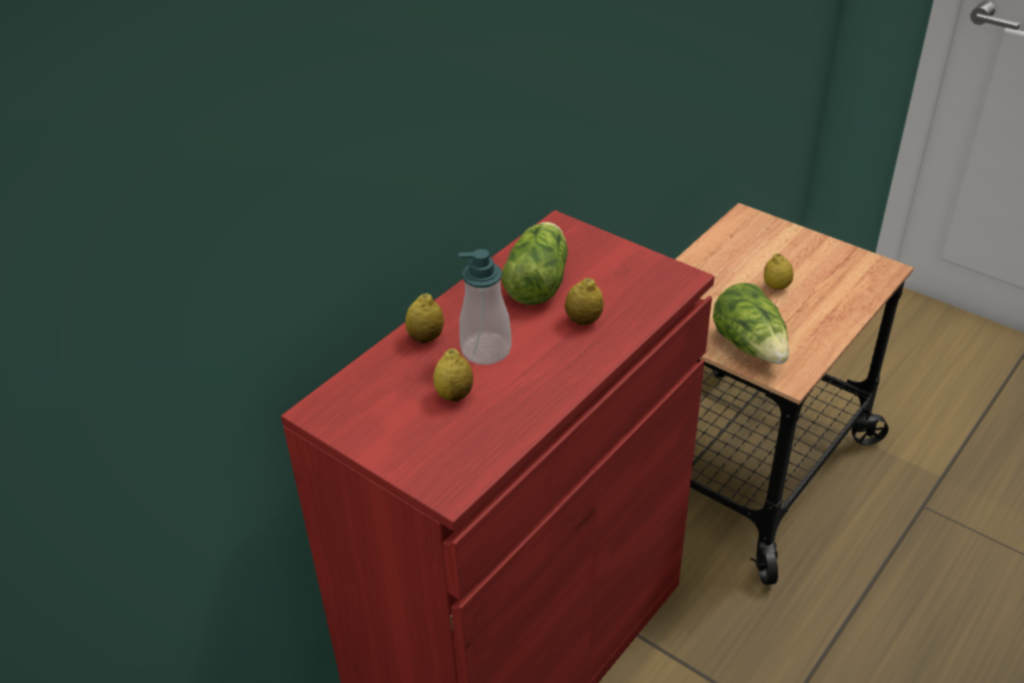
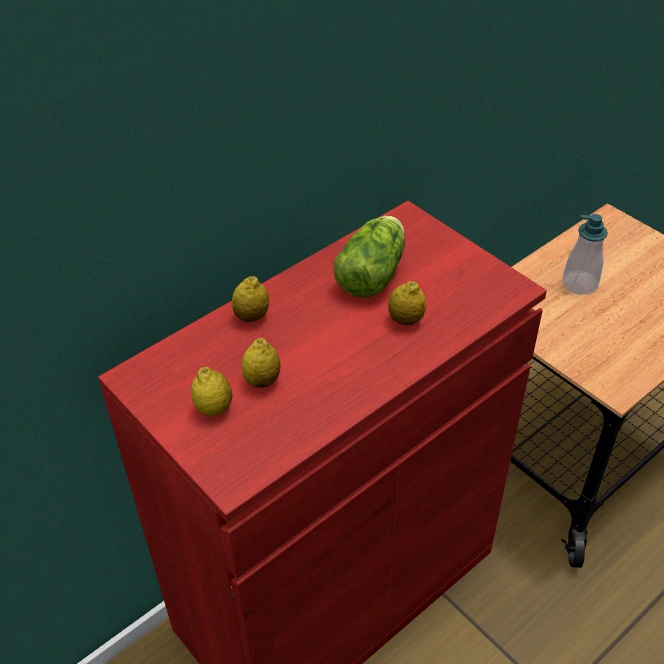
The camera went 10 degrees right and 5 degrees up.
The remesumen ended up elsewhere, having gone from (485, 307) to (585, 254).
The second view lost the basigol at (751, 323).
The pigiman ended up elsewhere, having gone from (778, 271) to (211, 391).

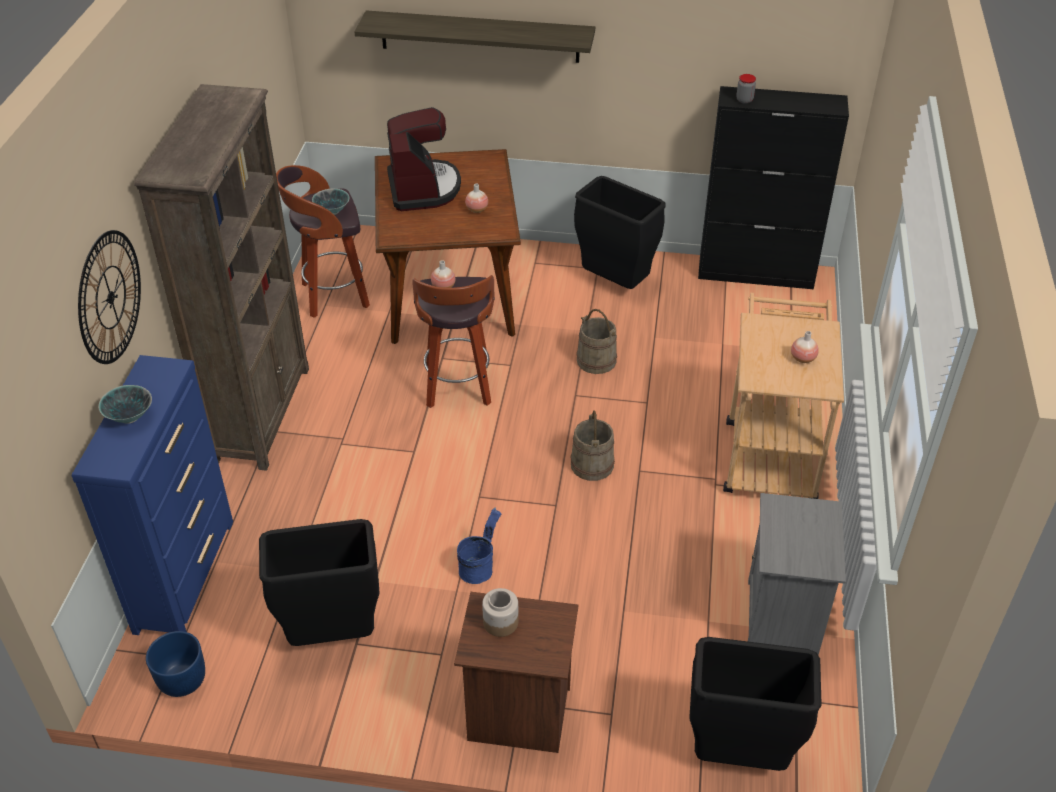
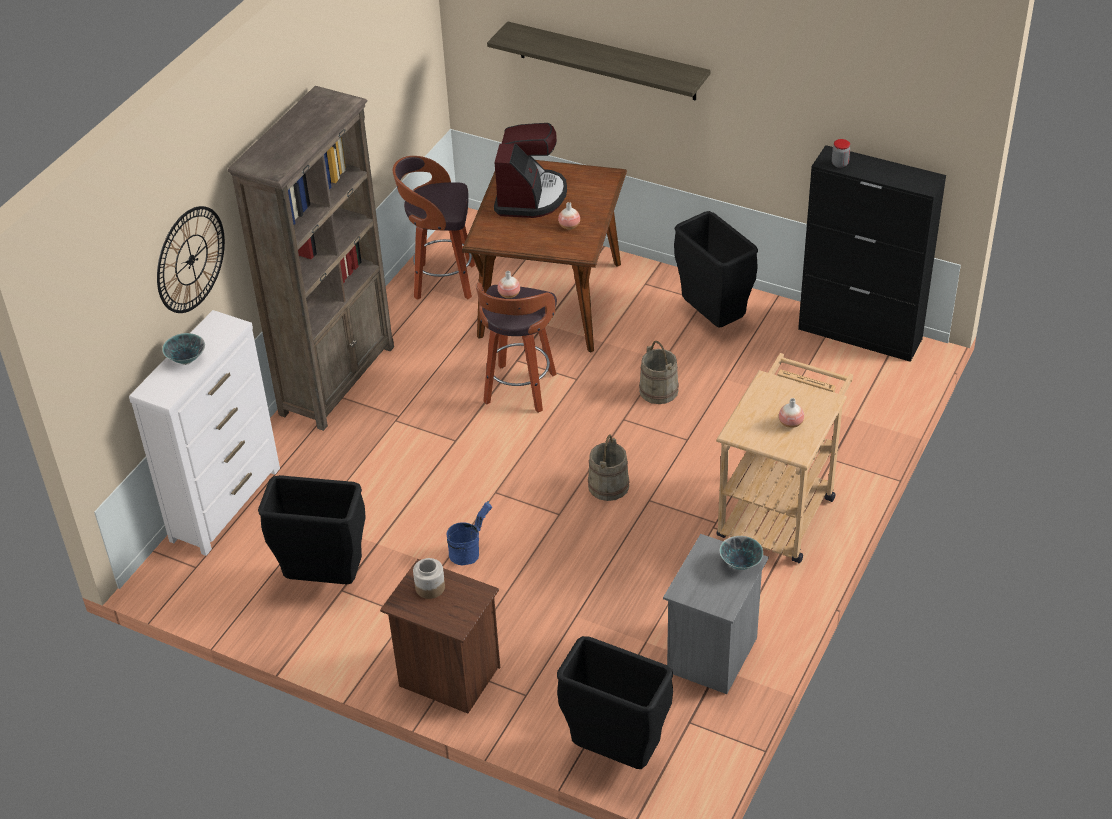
The camera went 20 degrees right and 0 degrees up.
What was the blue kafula at (152, 495) turned into the white kafula at (204, 433).
The second view lost the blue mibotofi at (175, 664).
The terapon ended up elsewhere, having gone from (330, 201) to (741, 553).

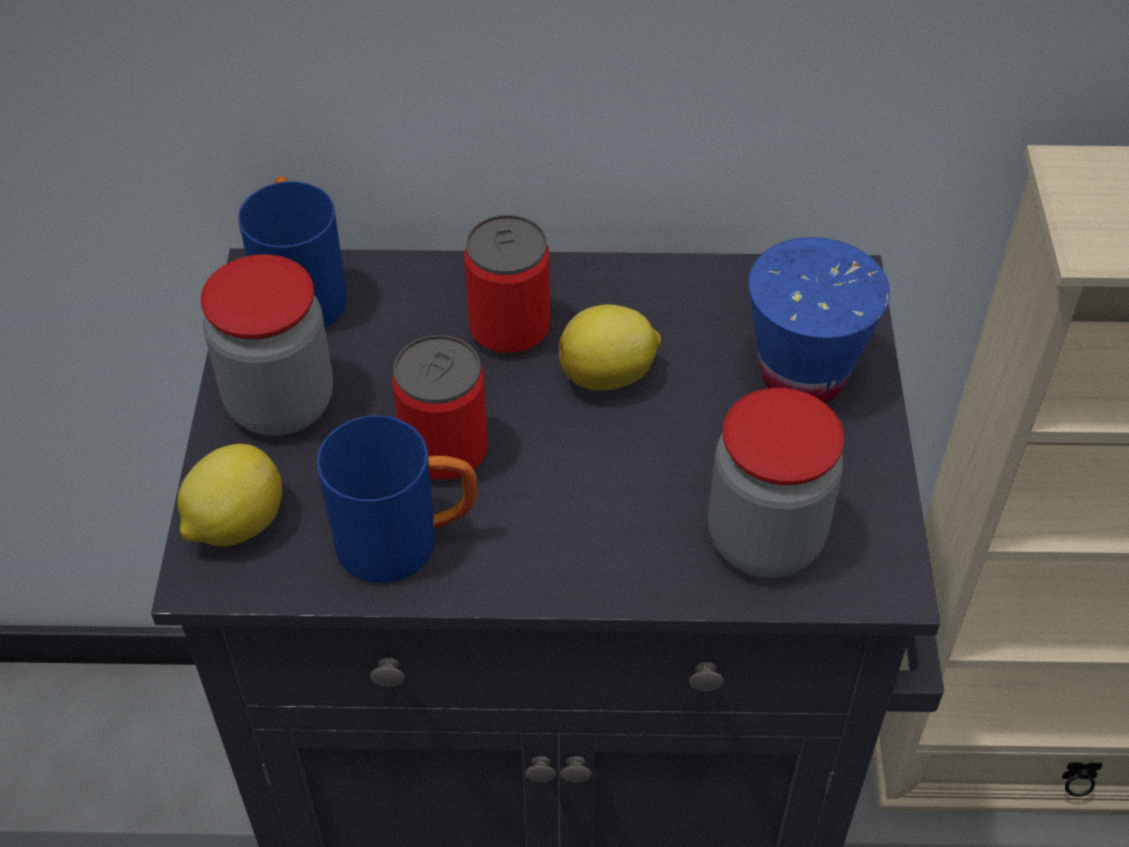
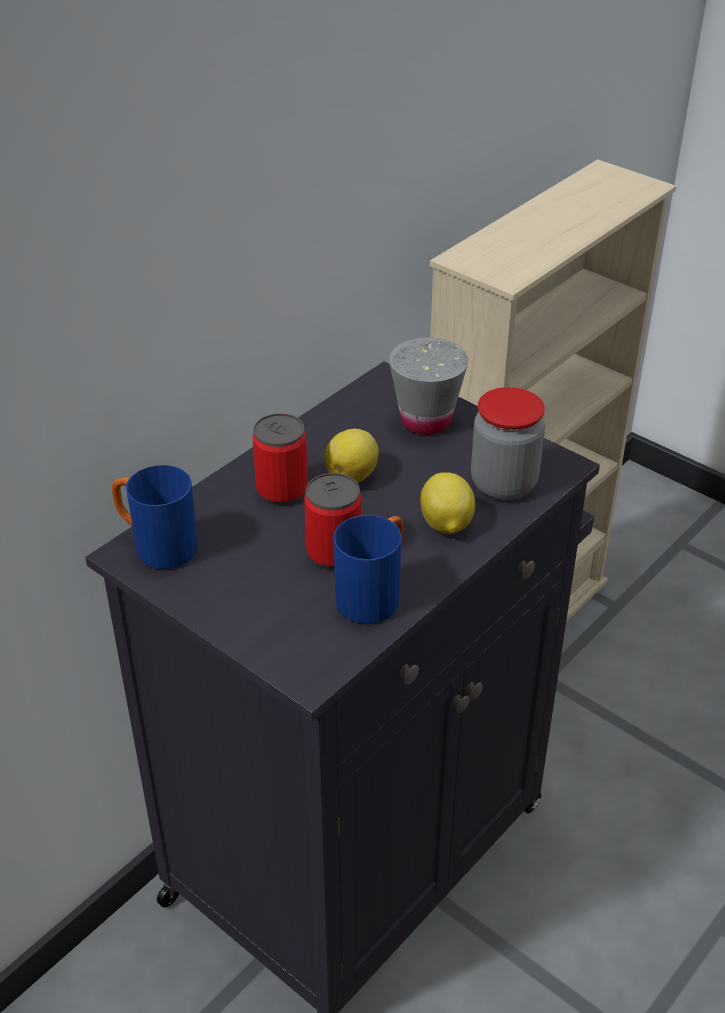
The camera went 50 degrees left and 10 degrees down.
The pigiman ended up elsewhere, having gone from (229, 495) to (447, 503).
The second view lost the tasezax at (267, 345).
What was the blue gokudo at (819, 320) turned into the grey gokudo at (429, 386).

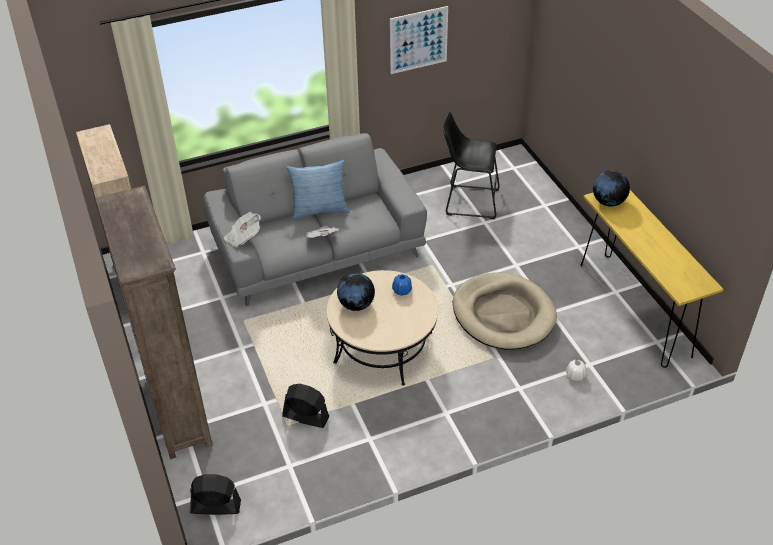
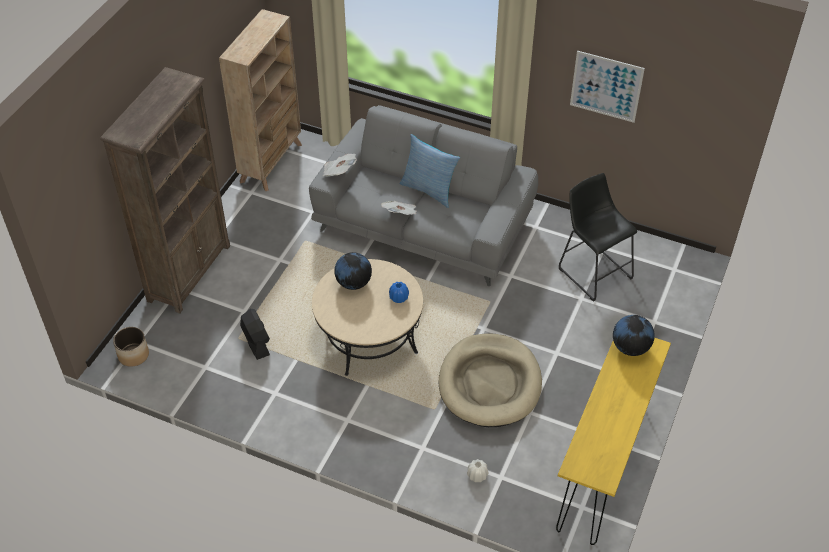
The camera went 45 degrees right and 5 degrees up.
Where the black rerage stood at (215, 494), the mibotofi came to stand at (131, 347).

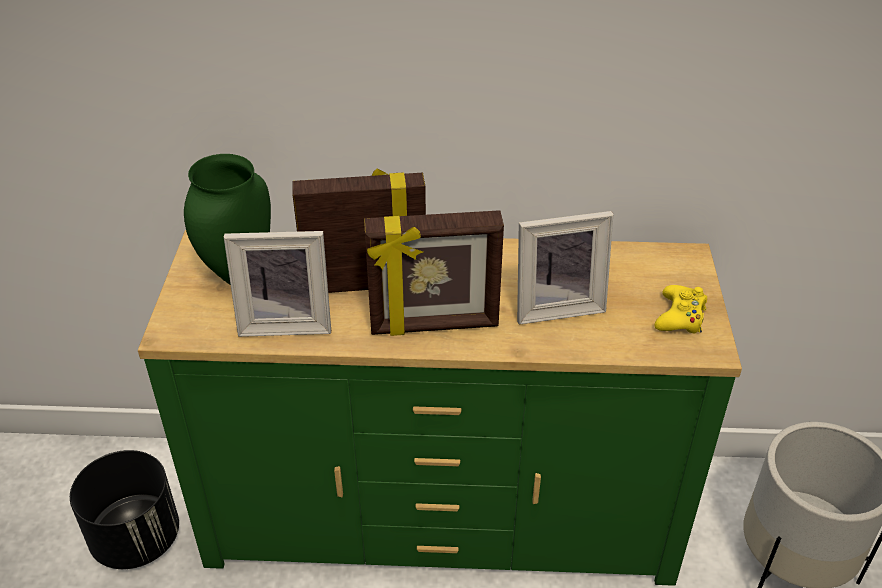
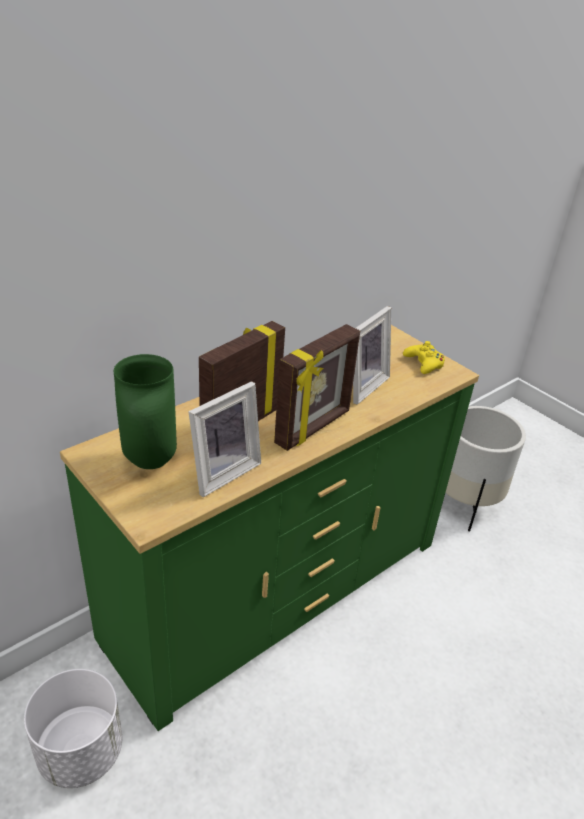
The camera went 45 degrees left and 5 degrees down.
What was the black mibotofi at (124, 509) turned into the white mibotofi at (73, 728).

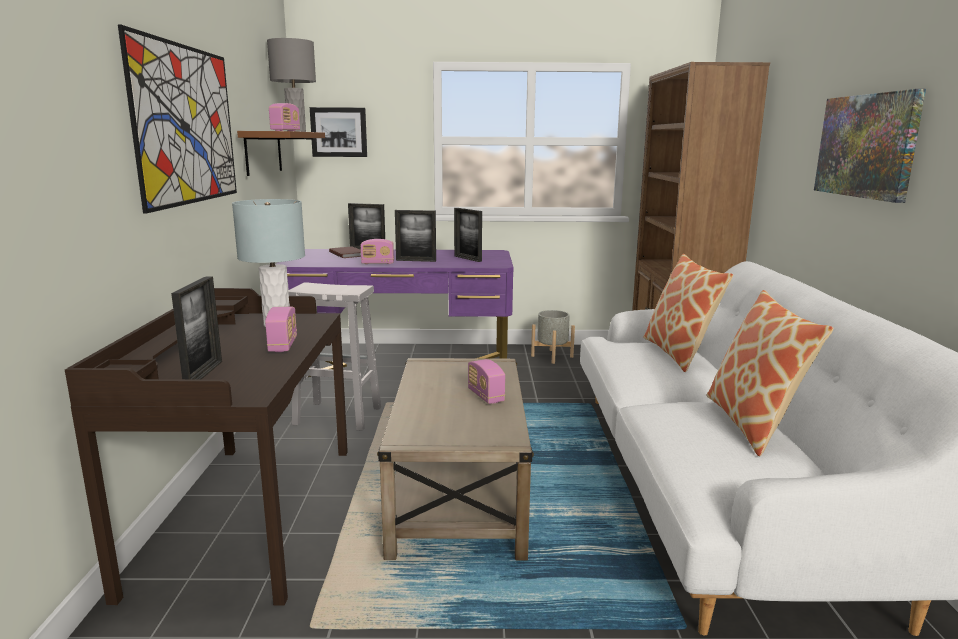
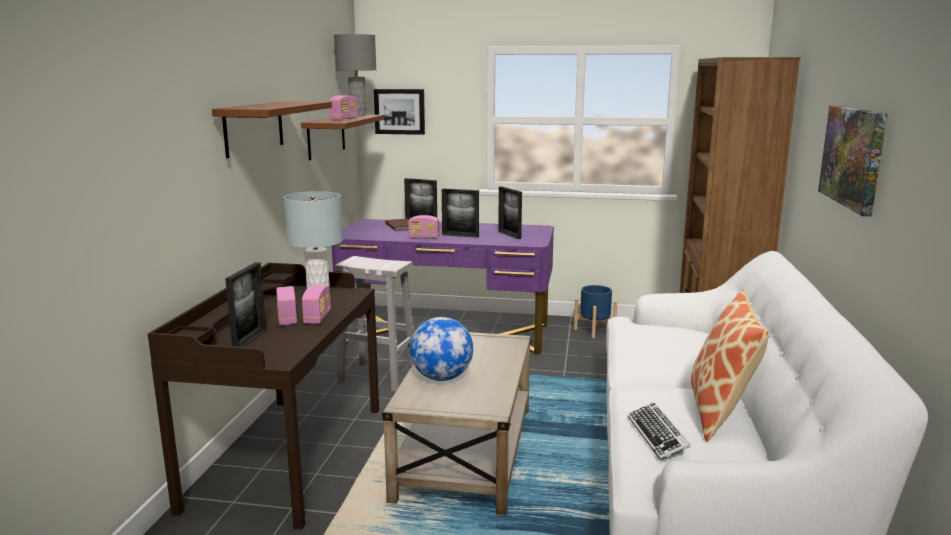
The camera went 10 degrees right and 0 degrees up.
Where the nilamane hung at (177, 119), the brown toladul came to hang at (272, 129).
The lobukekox ended up elsewhere, having gone from (486, 381) to (286, 305).
What was the grey mibotofi at (553, 337) turned into the blue mibotofi at (595, 311).
The second view lost the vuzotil at (688, 313).
The second view gained the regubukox at (441, 349).
The second view gained the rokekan at (659, 431).

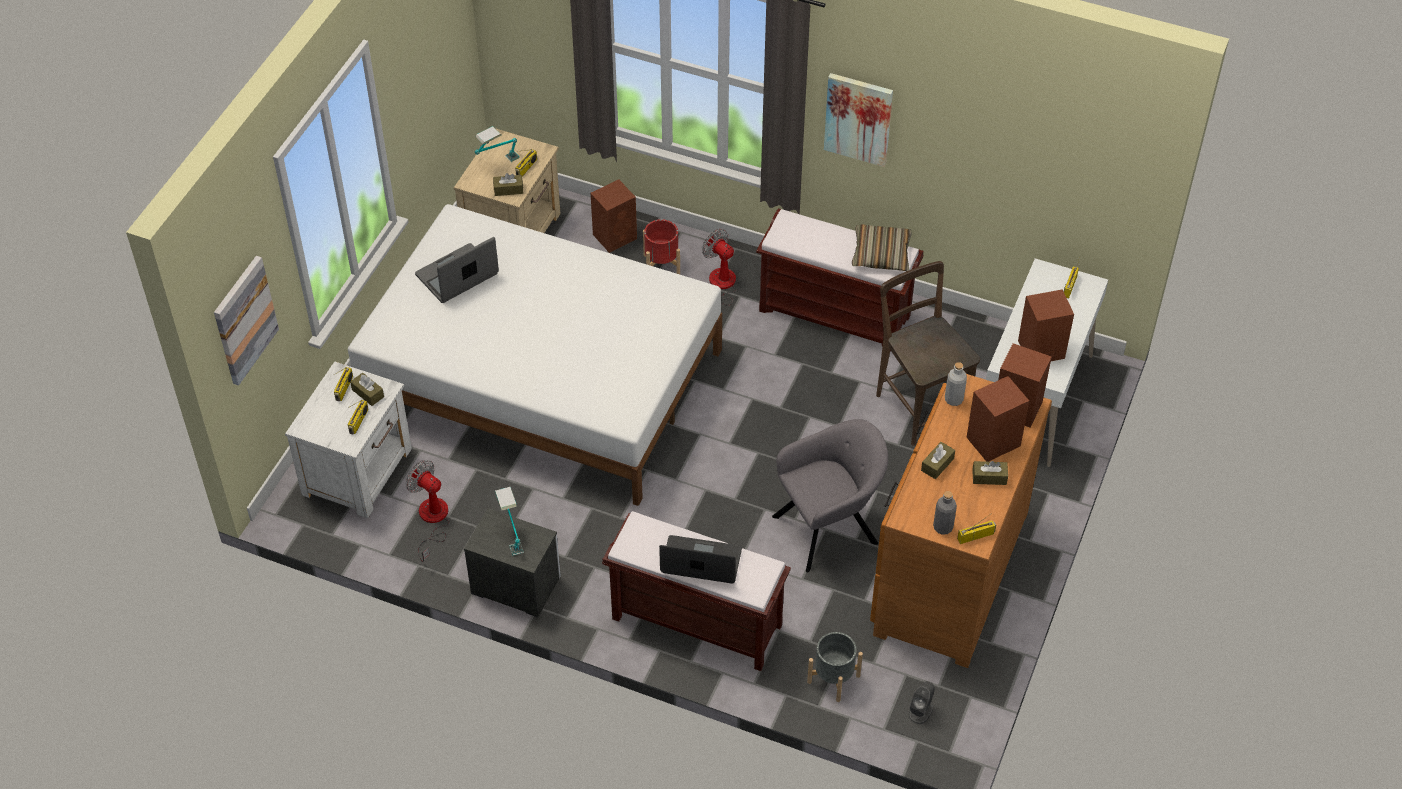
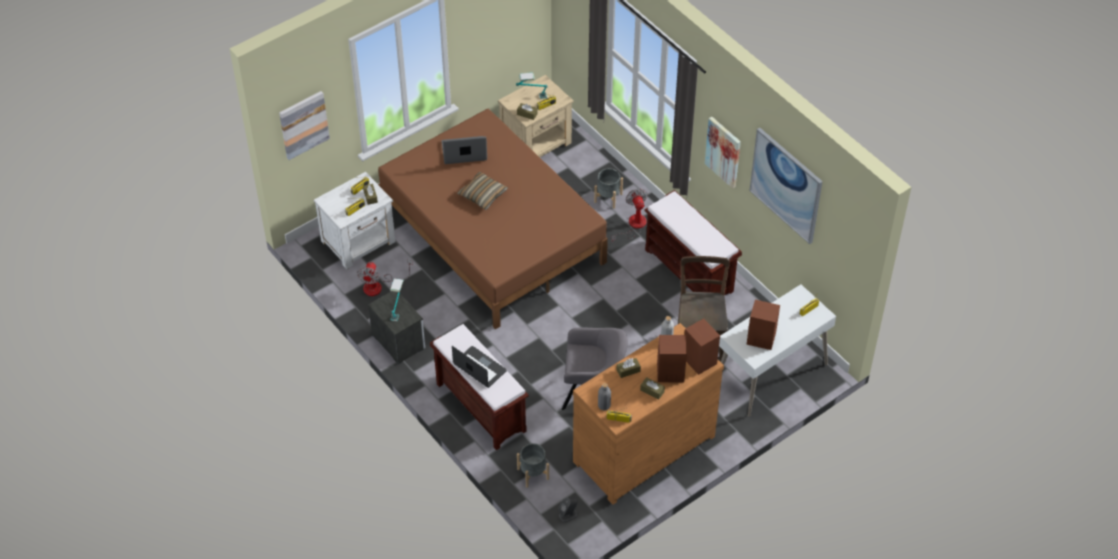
The camera went 30 degrees right and 0 degrees up.
What was the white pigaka at (535, 355) turned into the brown pigaka at (493, 219).
The rerage at (428, 511) ended up facing another way, 150 degrees counterclockwise from before.
The second view lost the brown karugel at (614, 216).
What was the red mibotofi at (661, 246) turned into the grey mibotofi at (608, 188).
The vuzotil ended up elsewhere, having gone from (882, 247) to (482, 191).
The second view gained the nilamane at (786, 186).

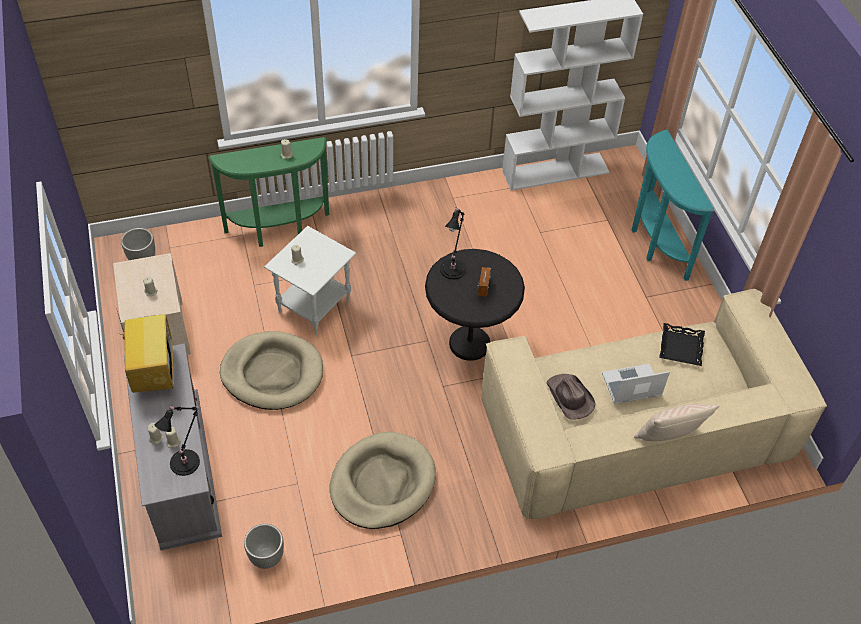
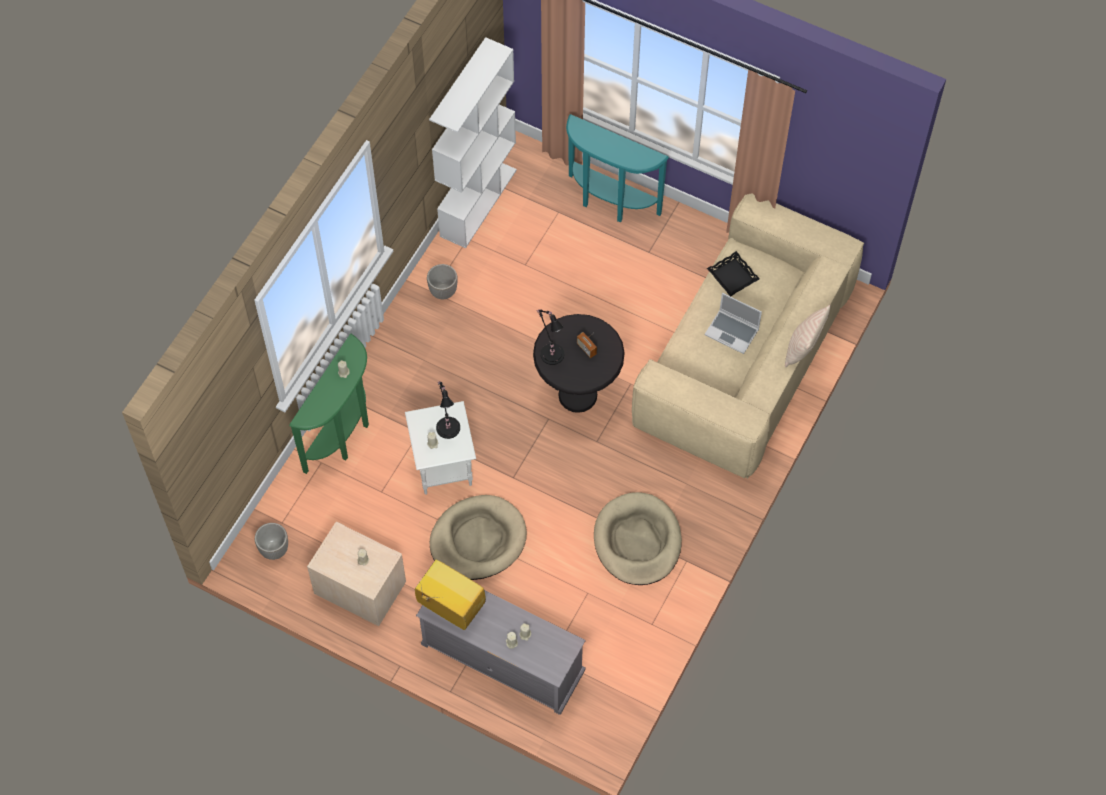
The camera went 45 degrees left and 10 degrees up.
The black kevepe ended up elsewhere, having gone from (177, 440) to (448, 410).
The mibotofi ended up elsewhere, having gone from (264, 546) to (442, 281).
The second view lost the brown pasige at (571, 397).
The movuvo at (636, 383) ended up facing another way, 90 degrees counterclockwise from before.

